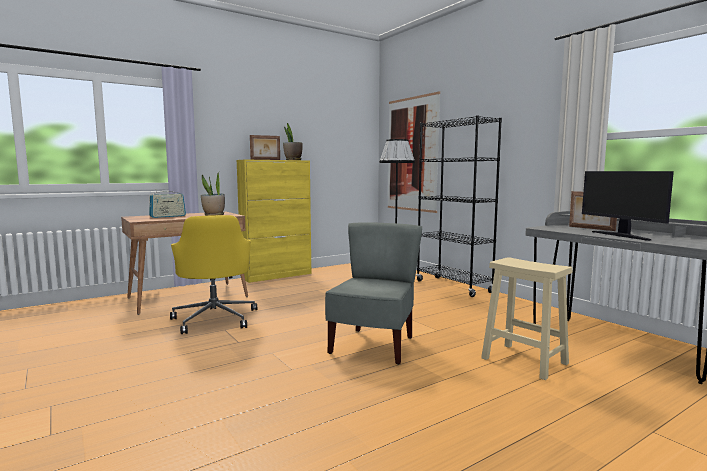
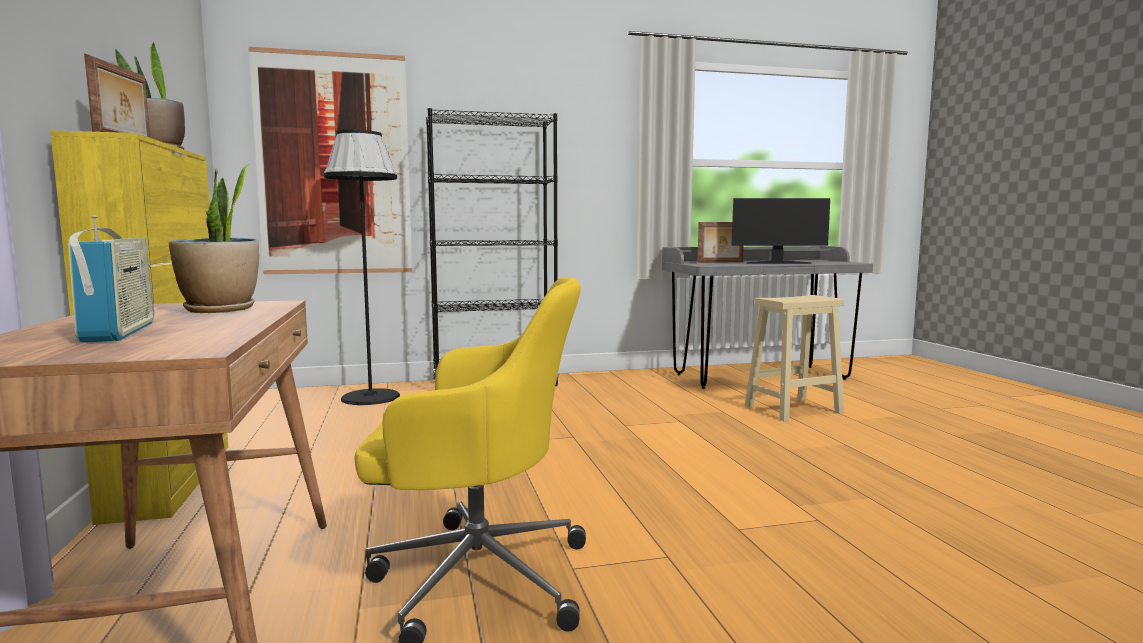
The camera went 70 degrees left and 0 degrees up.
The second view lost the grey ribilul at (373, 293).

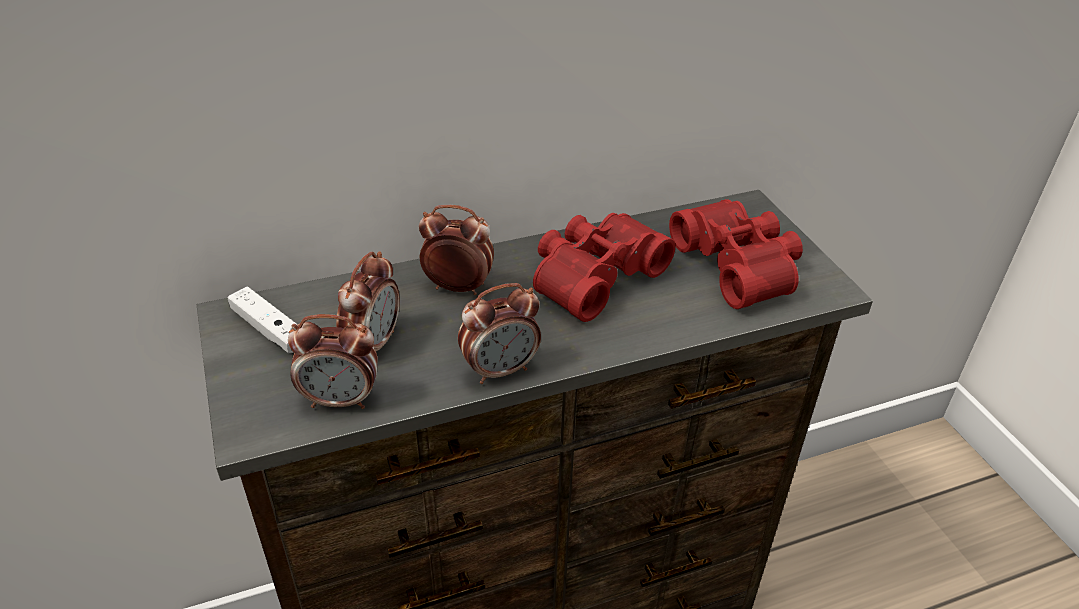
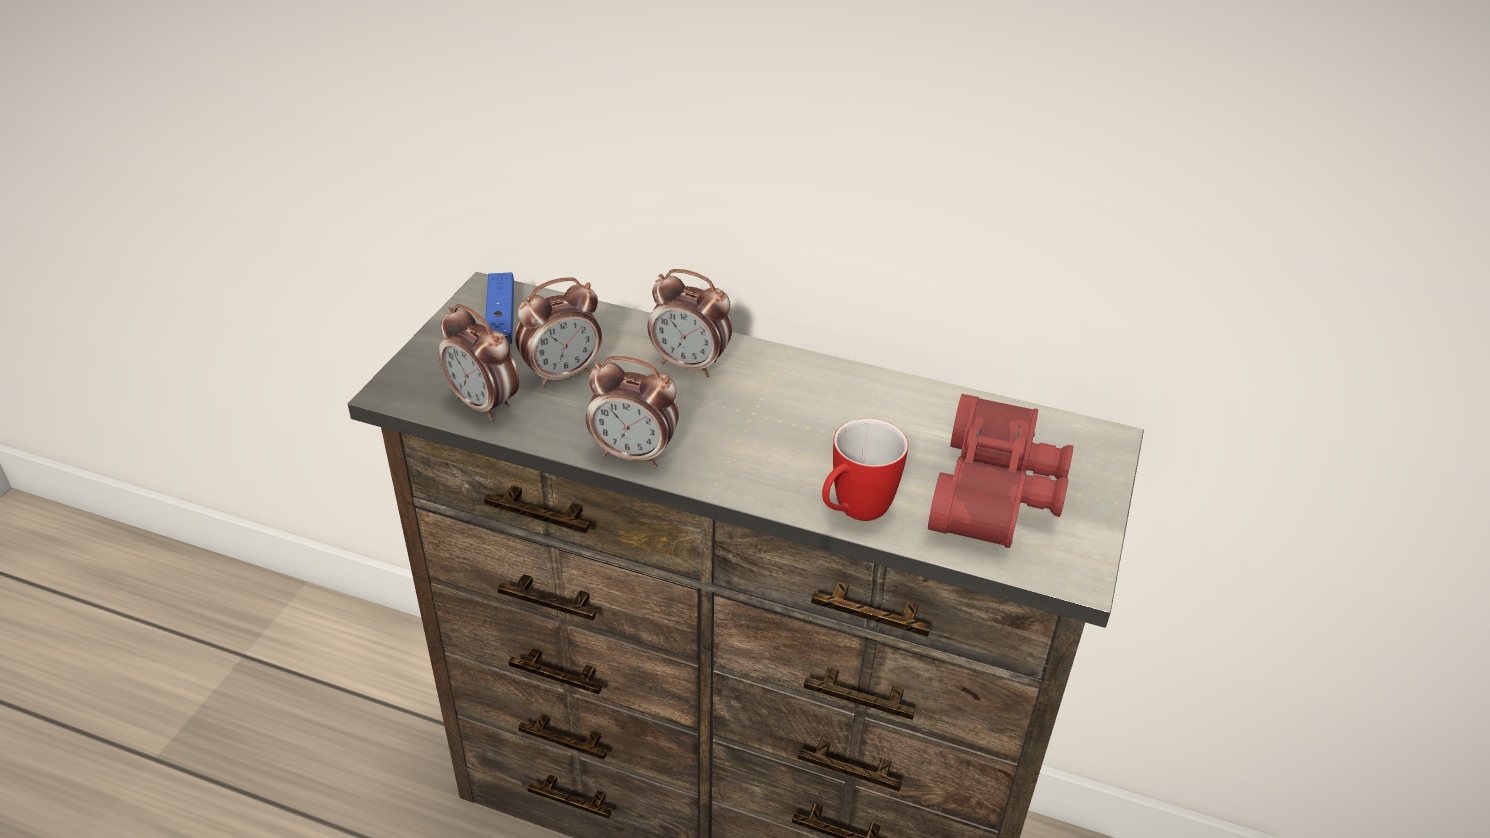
The camera went 40 degrees right and 0 degrees up.
What was the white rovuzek at (262, 320) turned into the blue rovuzek at (499, 308).
The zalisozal at (456, 250) ended up facing another way, 150 degrees clockwise from before.
The second view lost the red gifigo at (604, 267).
The second view gained the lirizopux at (865, 469).

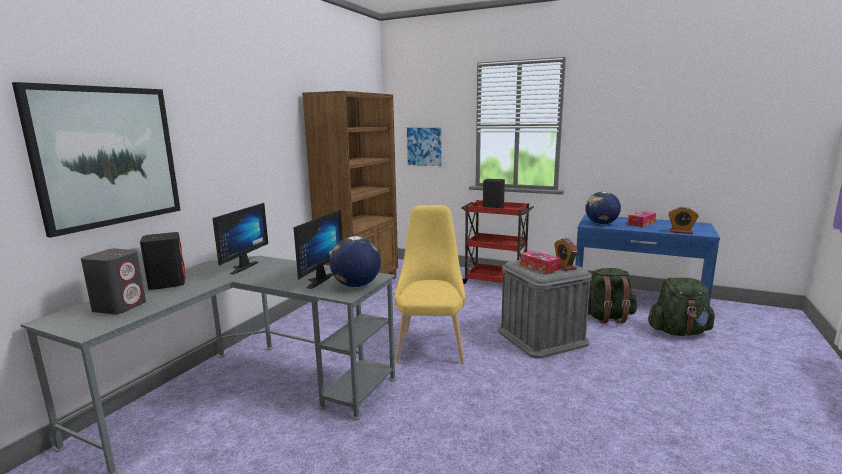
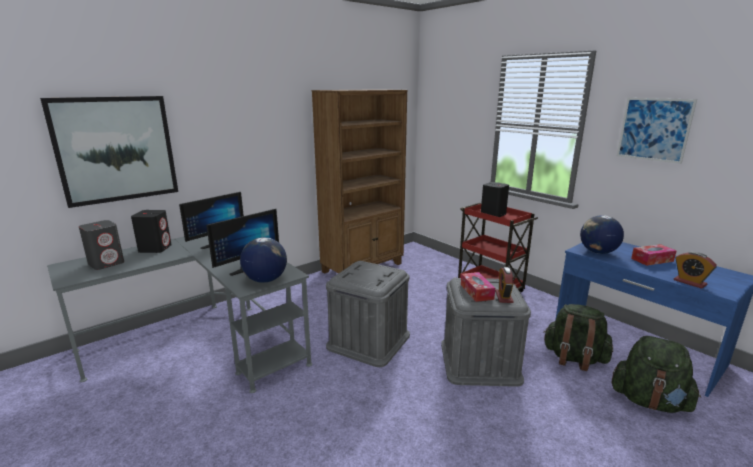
The camera went 25 degrees right and 5 degrees up.
Where the yellow ribilul stood at (429, 284), the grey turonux came to stand at (368, 314).
The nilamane ended up elsewhere, having gone from (424, 147) to (657, 131).

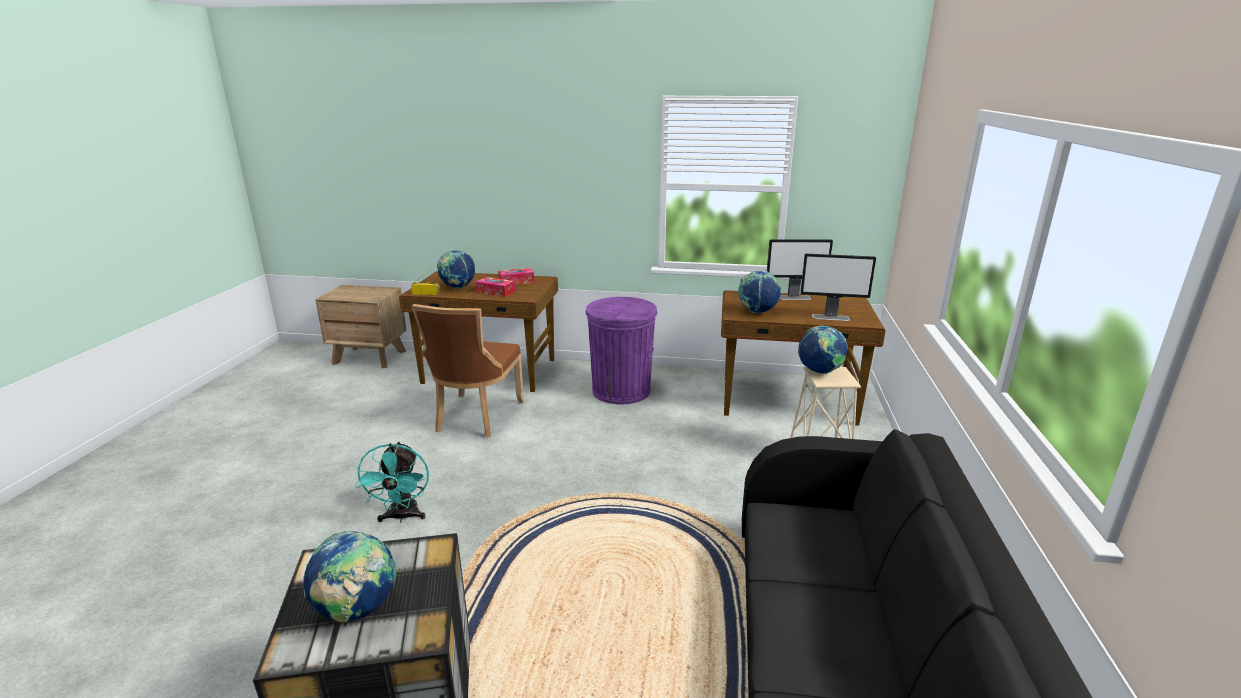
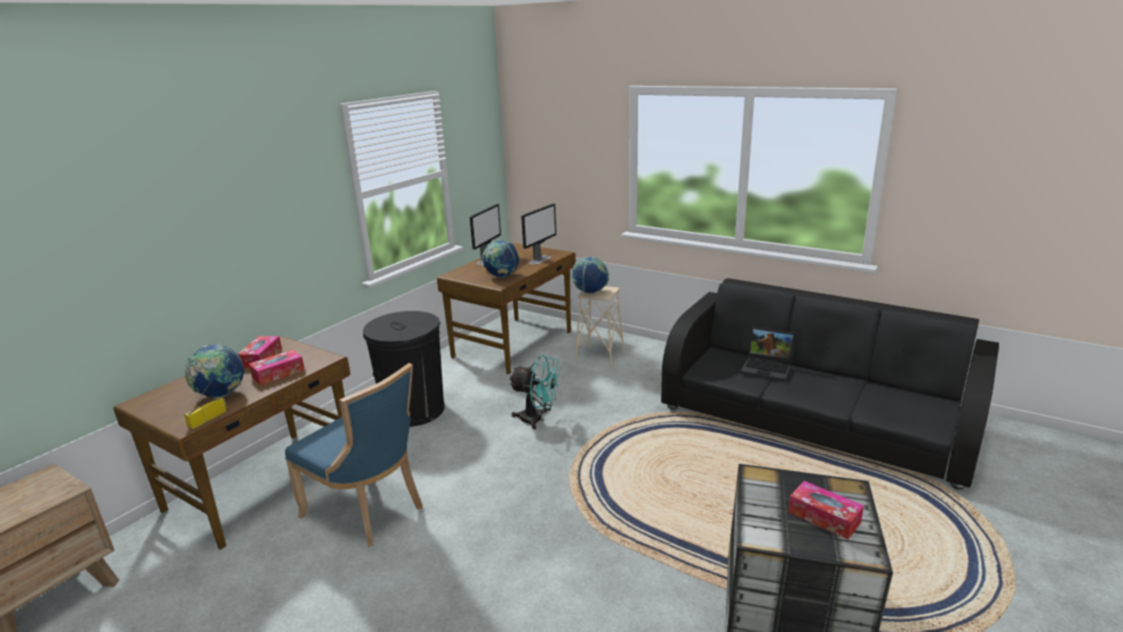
The camera went 65 degrees left and 0 degrees up.
Where the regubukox stood at (350, 577), the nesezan came to stand at (826, 510).
The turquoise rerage ended up elsewhere, having gone from (392, 482) to (534, 392).
What was the brown ribilul at (468, 371) turned into the blue ribilul at (354, 455).
What was the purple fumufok at (621, 350) turned into the black fumufok at (404, 369).
The second view gained the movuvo at (768, 354).

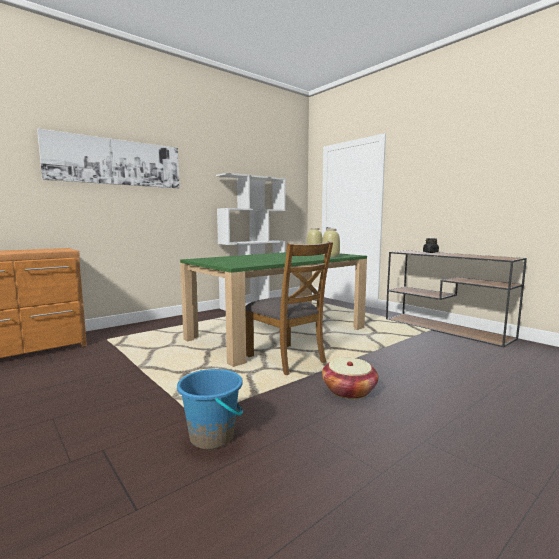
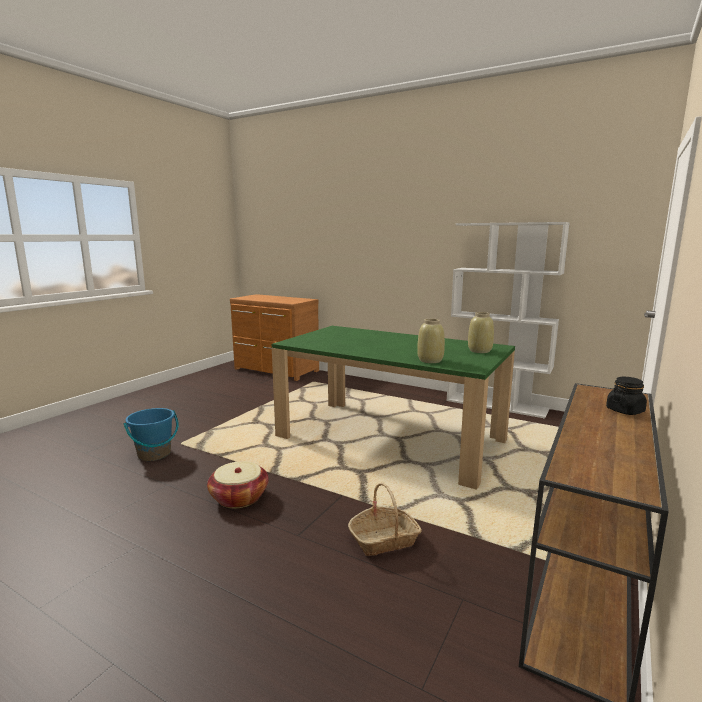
The camera went 70 degrees right and 5 degrees up.
The second view lost the nilamane at (108, 158).
The second view lost the brown ribilul at (289, 308).
The second view gained the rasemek at (385, 519).

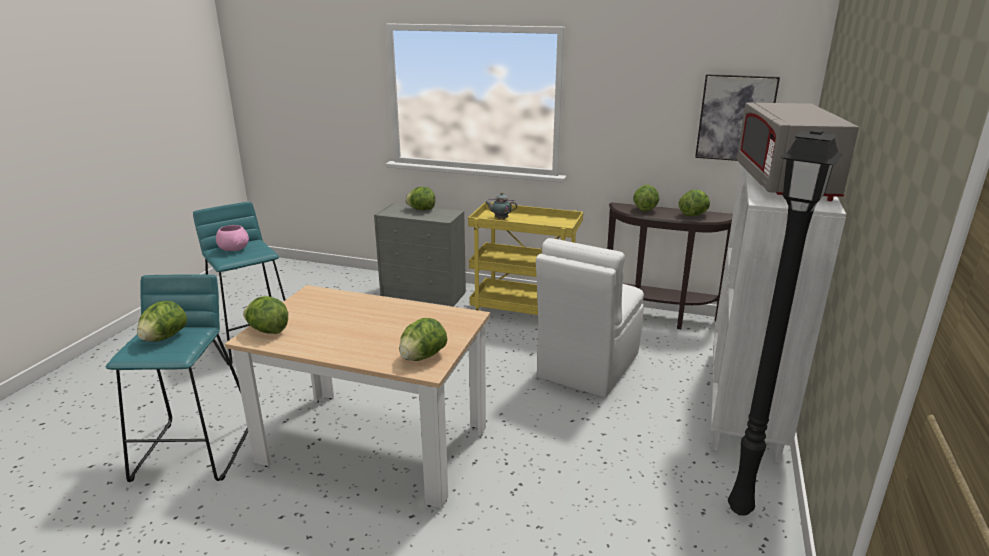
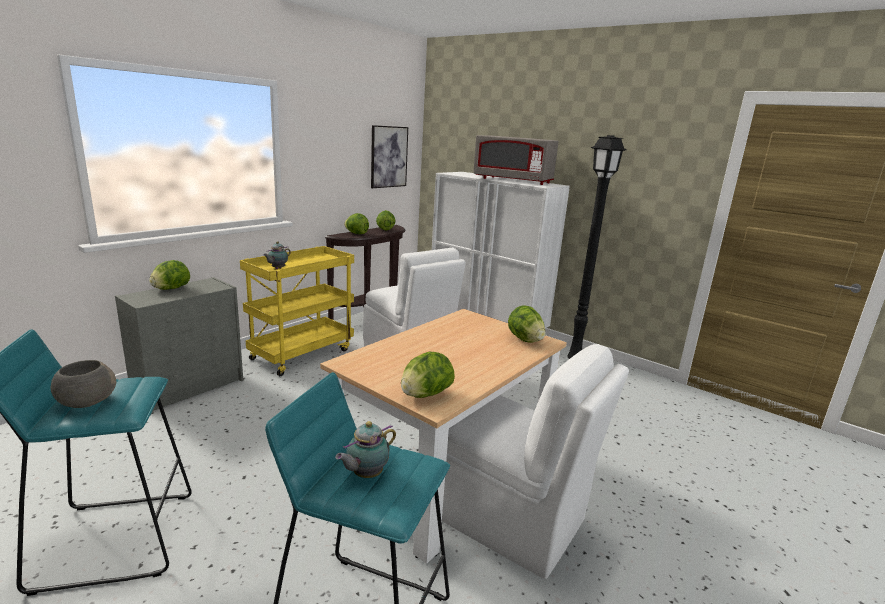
The camera went 70 degrees left and 5 degrees down.
Where the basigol stood at (162, 321), the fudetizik came to stand at (365, 449).
What was the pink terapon at (232, 238) turned into the grey terapon at (83, 384).
The second view gained the white ribilul at (535, 461).

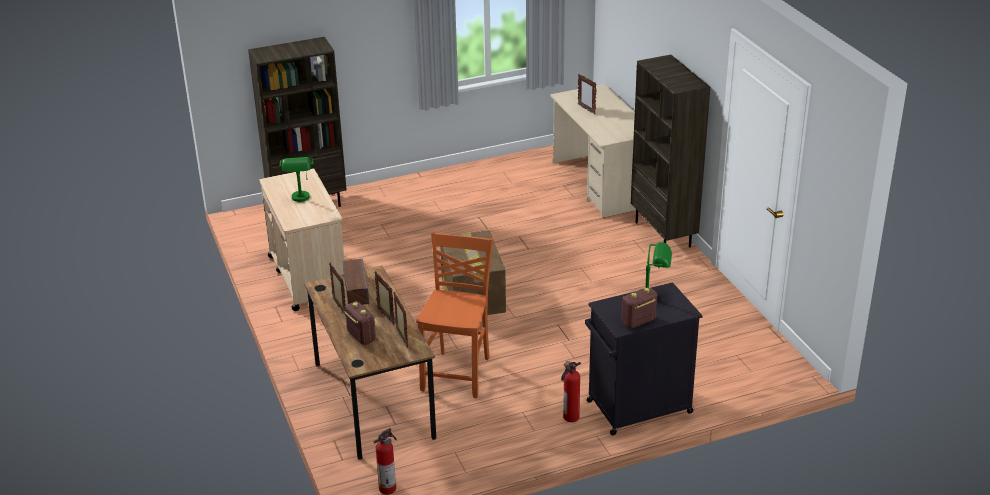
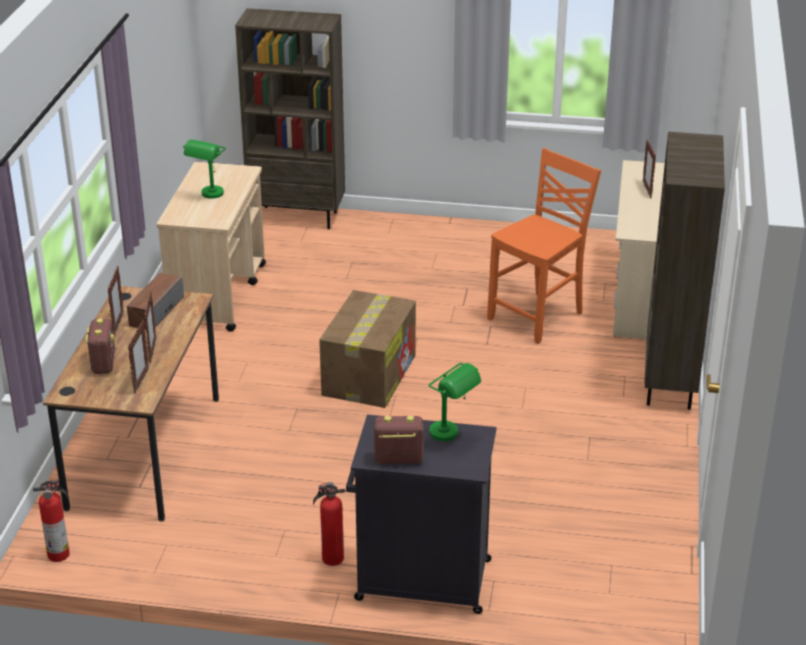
The camera went 30 degrees right and 0 degrees up.
The orange ribilul ended up elsewhere, having gone from (454, 315) to (544, 246).

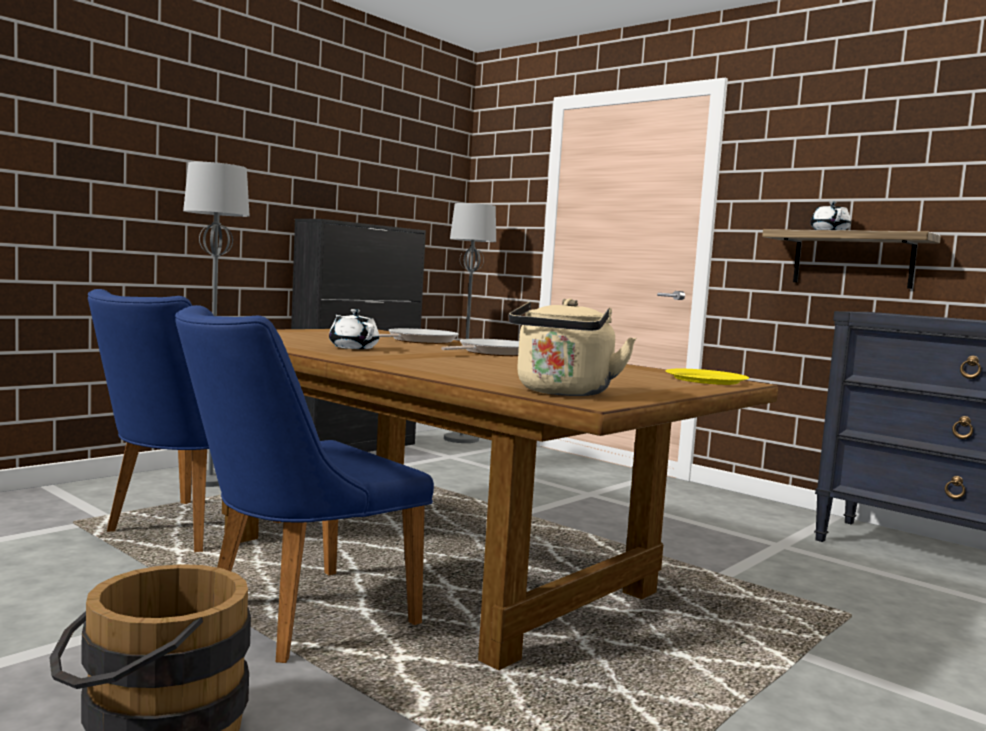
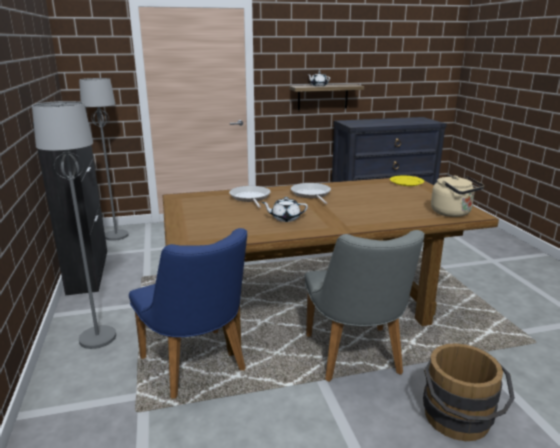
The camera went 55 degrees left and 15 degrees up.
What was the blue ribilul at (304, 484) turned into the grey ribilul at (364, 306).

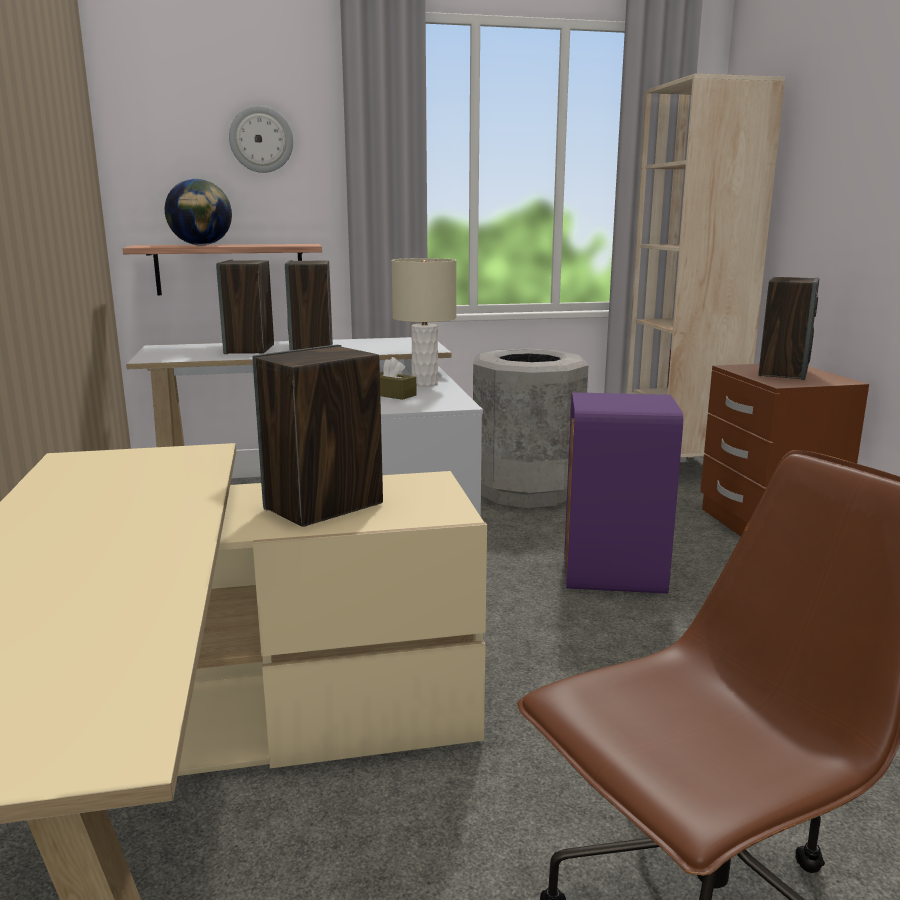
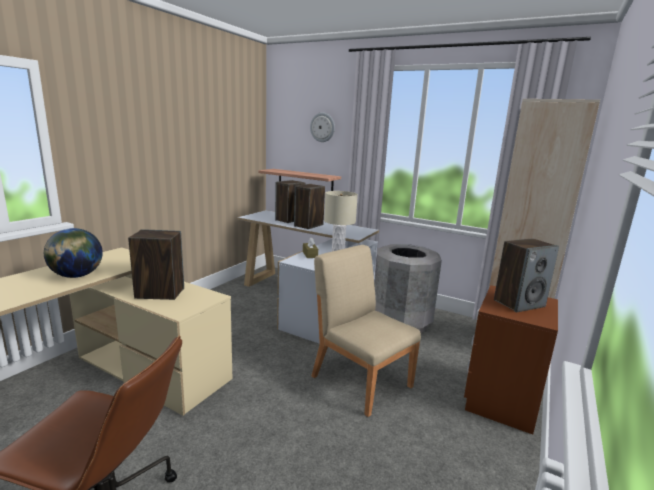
The camera went 40 degrees right and 0 degrees up.
The regubukox ended up elsewhere, having gone from (198, 212) to (73, 253).
Where the purple fumufok stood at (624, 493), the beige ribilul came to stand at (366, 331).

